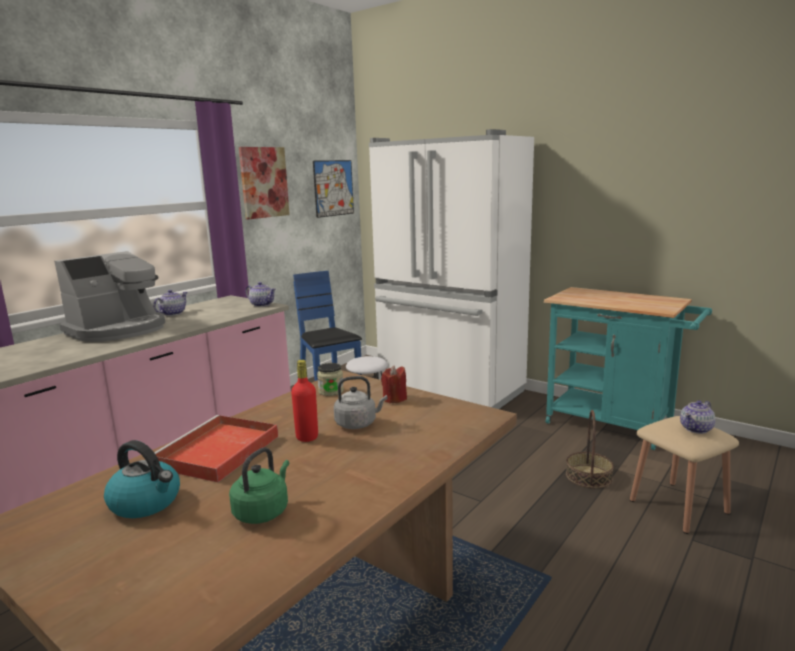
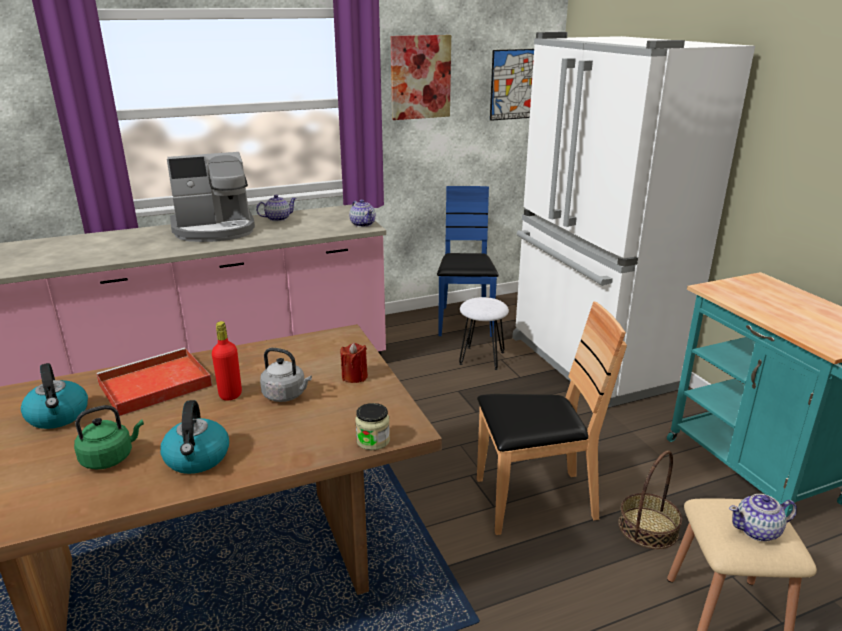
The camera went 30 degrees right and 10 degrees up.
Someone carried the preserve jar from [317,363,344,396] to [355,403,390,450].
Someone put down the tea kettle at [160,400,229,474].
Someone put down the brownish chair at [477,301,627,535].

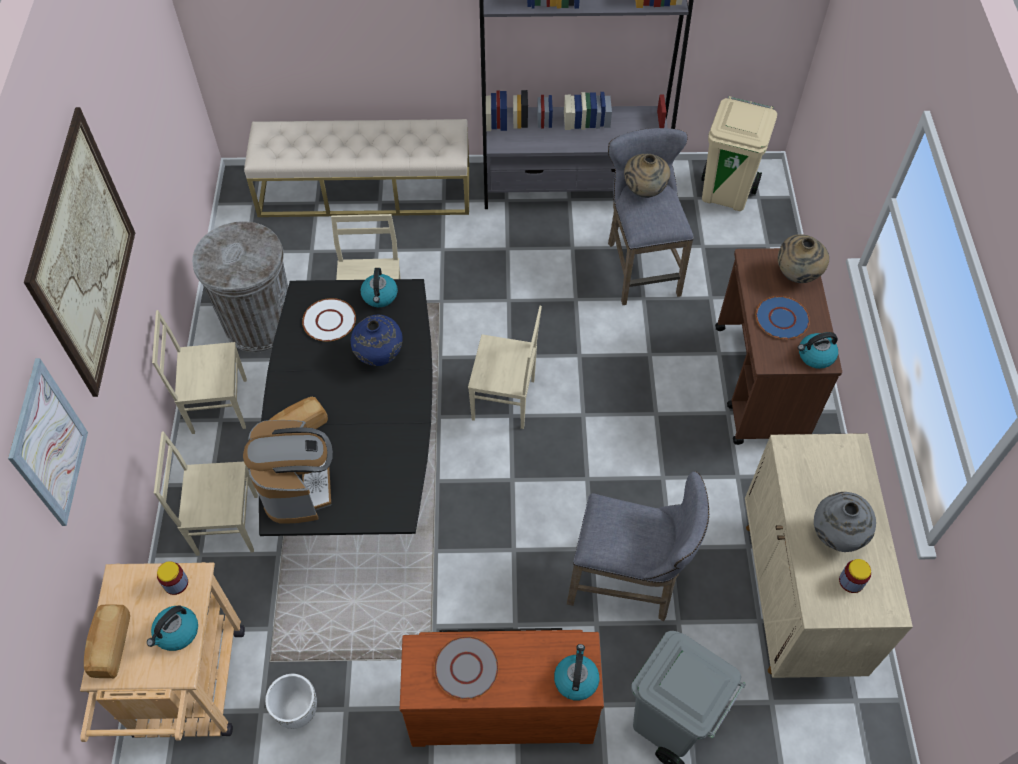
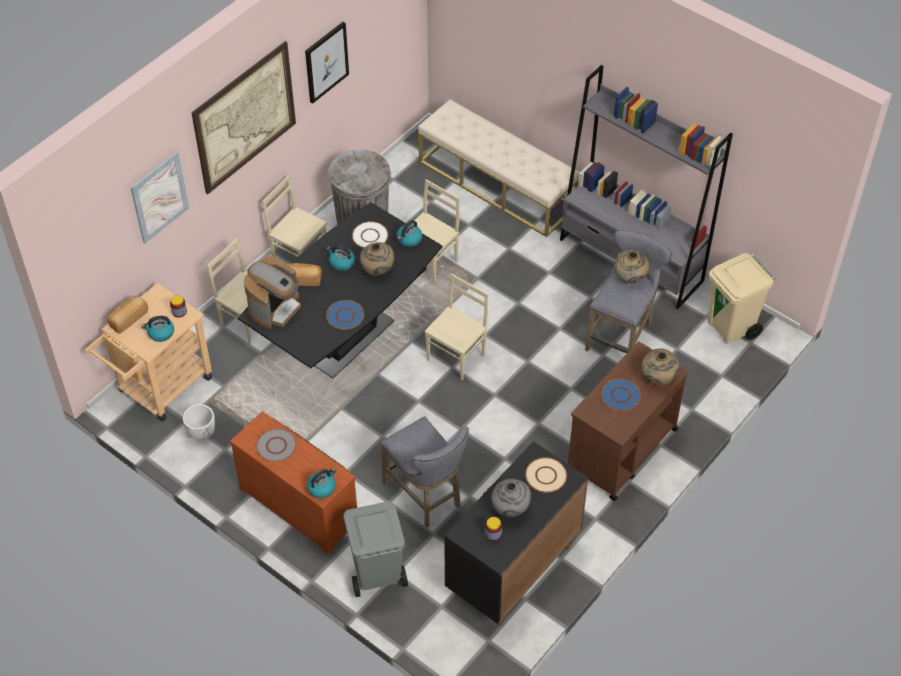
The camera went 40 degrees right and 5 degrees down.
Someone repainted the bluish decorative vase at [351,315,403,366], which became the sand-coloured decorative vase at [360,242,394,275].
Someone rotated the sand-coloured chair at [468,306,542,429] by 105 degrees counterclockwise.
Someone repainted the sand-coloured storage cabinet at [745,433,913,678], which became the blackish storage cabinet at [444,441,588,626].
Someone carried the tea kettle from [798,332,838,369] to [326,245,355,271].
Someone put up the wall picture at [305,22,349,104].
Someone put down the bluish plate at [326,300,364,330].
Someone put down the sand-coloured plate at [525,457,567,493].

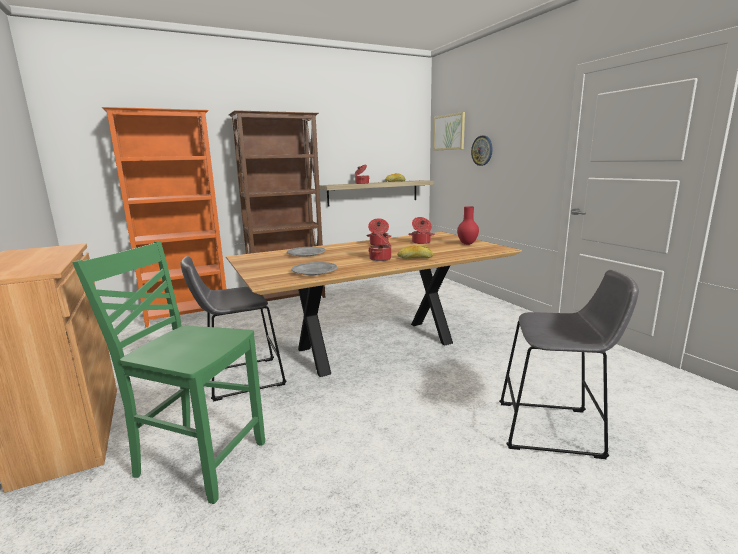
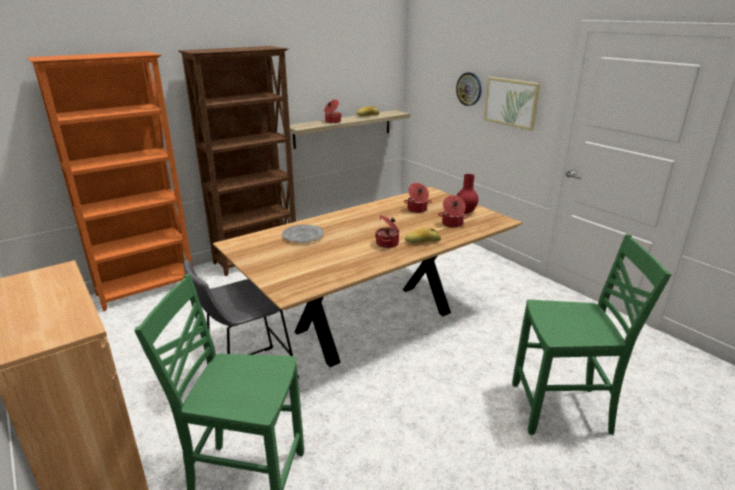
The camera went 10 degrees left and 10 degrees up.
Someone took away the greyish plate at [291,262,337,275].
Someone carried the stockpot from [366,218,392,245] to [438,195,469,228].
Someone carried the wall picture from [434,112,465,151] to [484,77,540,131].
Someone swapped the greyish stool seat at [499,270,639,459] for the greenish chair at [512,234,672,435].

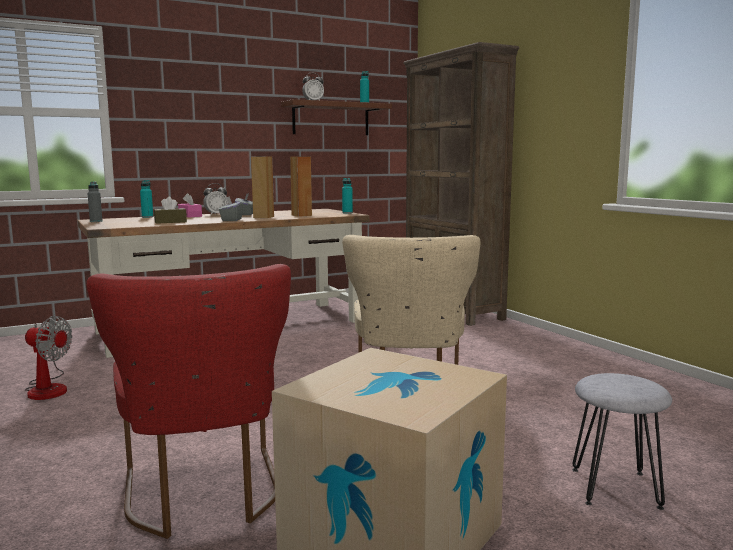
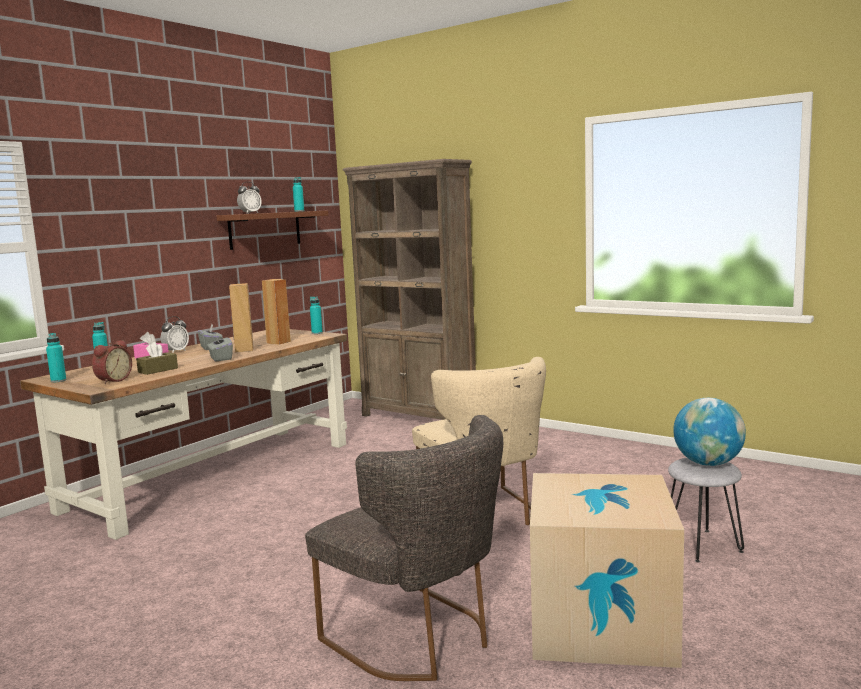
The camera went 25 degrees left and 0 degrees up.
Someone took away the electric fan at [25,316,72,400].
Someone repainted the reddish chair at [86,264,291,539], which became the greyish chair at [305,415,503,681].
Someone repainted the greyish bottle at [87,181,103,222], which became the turquoise bottle at [46,333,66,382].
Someone put down the bedside clock at [92,340,132,384].
Someone put down the world globe at [673,398,746,466].

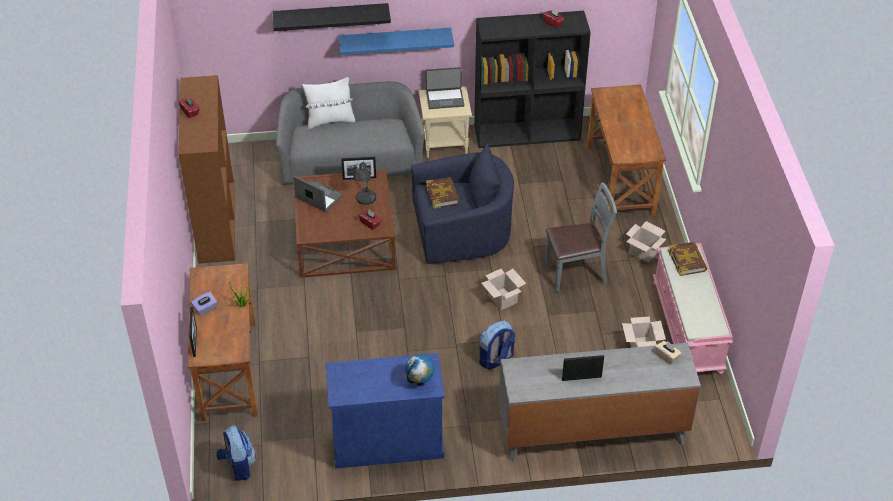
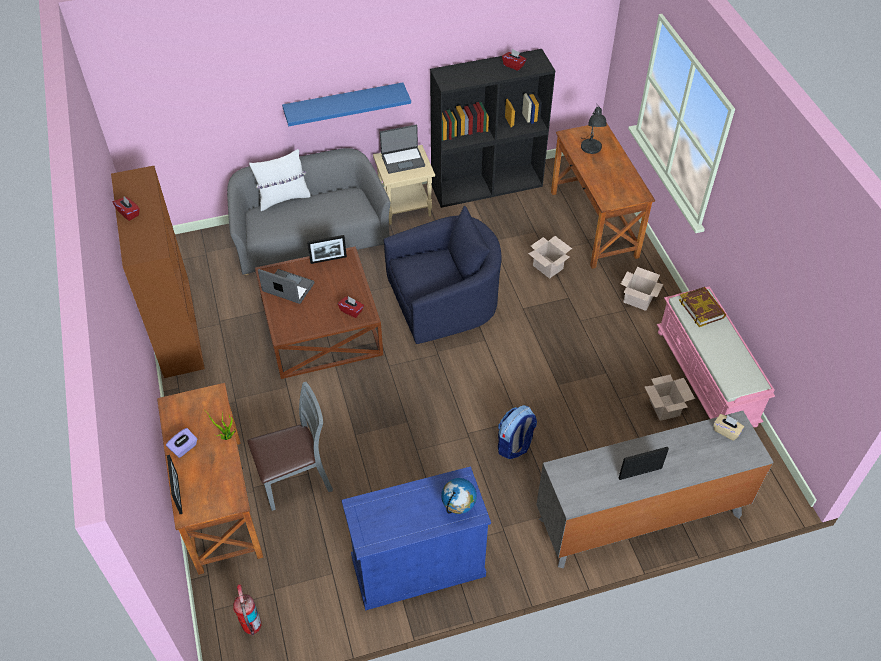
The camera went 10 degrees left and 5 degrees up.
Someone swapped the knapsack at [216,426,256,481] for the fire-fighting cylinder at [233,584,261,635].
Someone took away the blackish wall shelf at [273,3,391,31].
Someone carried the greyish tabletop lamp from [353,162,376,205] to [581,104,606,154].
Someone took away the book at [426,177,460,209].
Someone carried the packing box from [481,269,526,310] to [528,236,572,279].
Someone carried the greyish chair from [545,183,617,292] to [248,382,333,511].

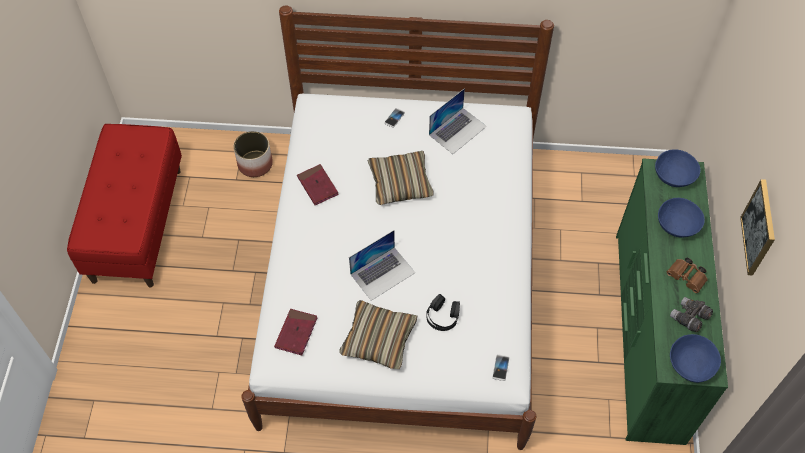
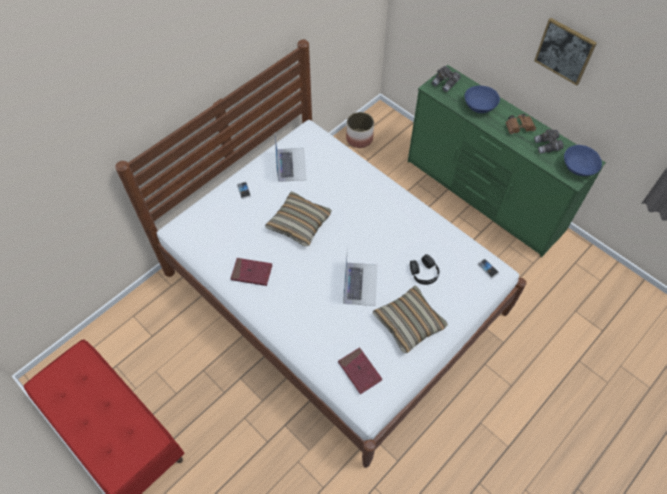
The camera went 50 degrees left and 0 degrees up.
Someone carried the planter from [234,131,273,177] to [346,112,374,148].
Someone swapped the bluish serving bowl at [655,149,700,187] for the greyish field glasses at [432,66,461,92].

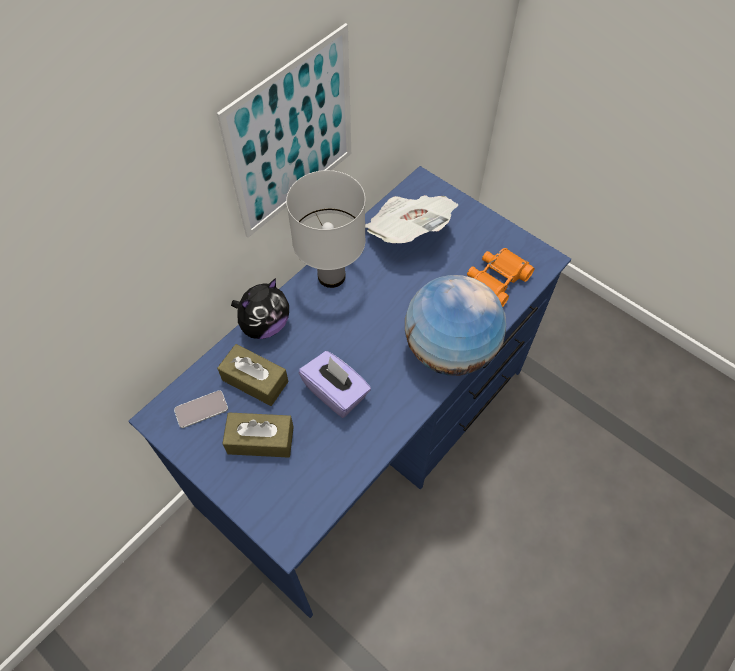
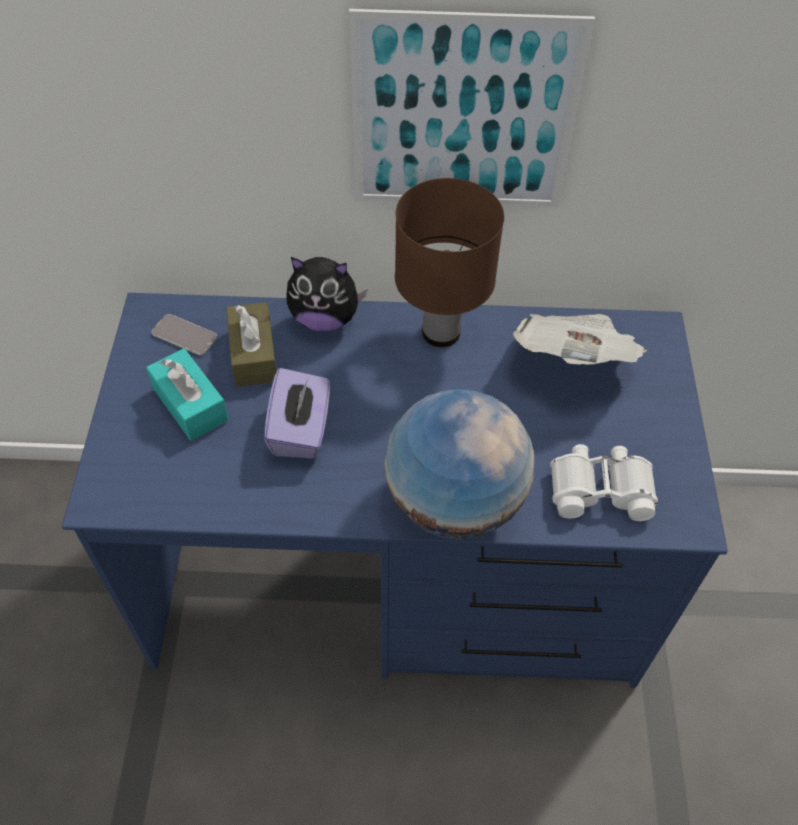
The camera went 50 degrees right and 5 degrees down.
Someone repainted the brownish tissue box at [222,412,294,458], which became the turquoise tissue box at [146,348,228,441].
Someone repainted the whitish tabletop lamp at [286,170,366,288], which became the brownish tabletop lamp at [395,178,504,347].
Someone repainted the orangey field glasses at [467,248,534,307], which became the whitish field glasses at [550,444,658,521].

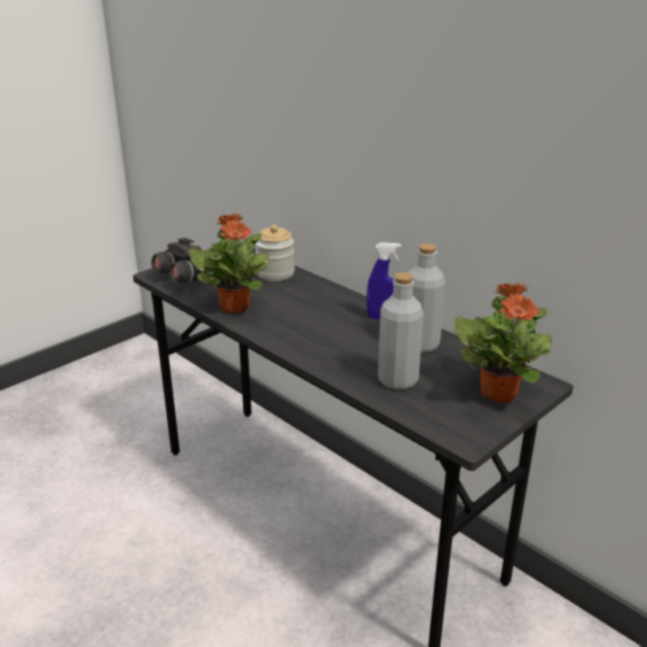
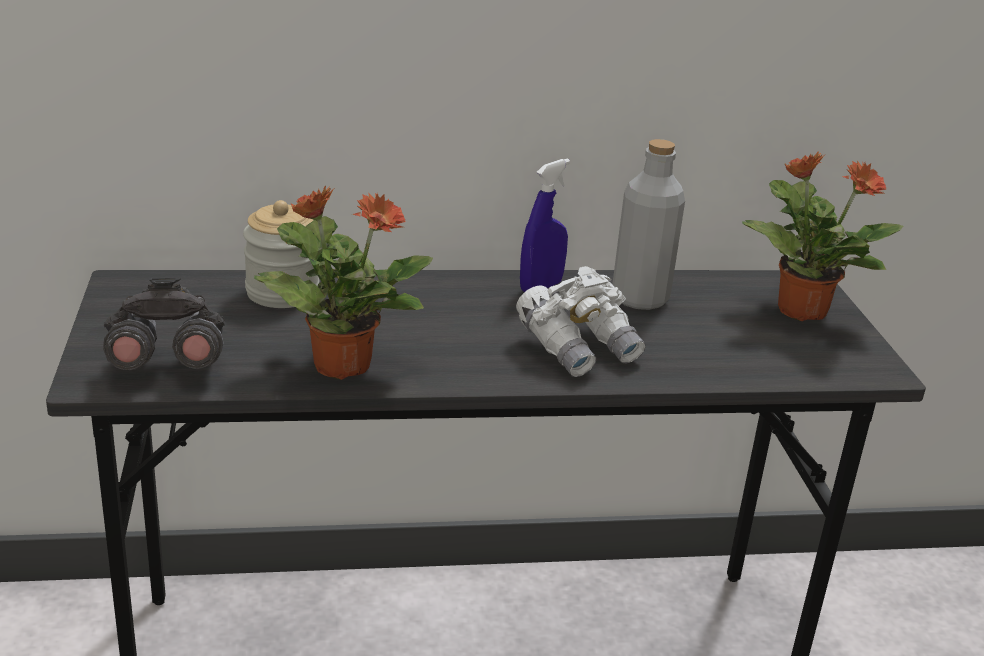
The camera went 55 degrees left and 0 degrees up.
Someone took away the greyish bottle at [378,272,423,390].
Someone put down the whitish field glasses at [516,266,646,377].

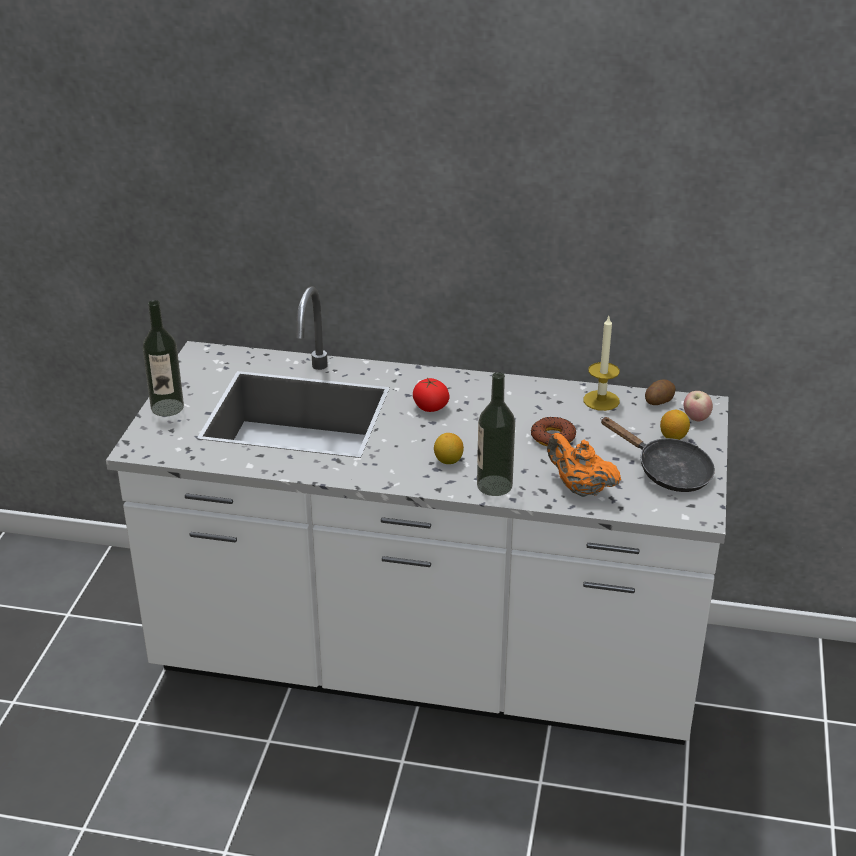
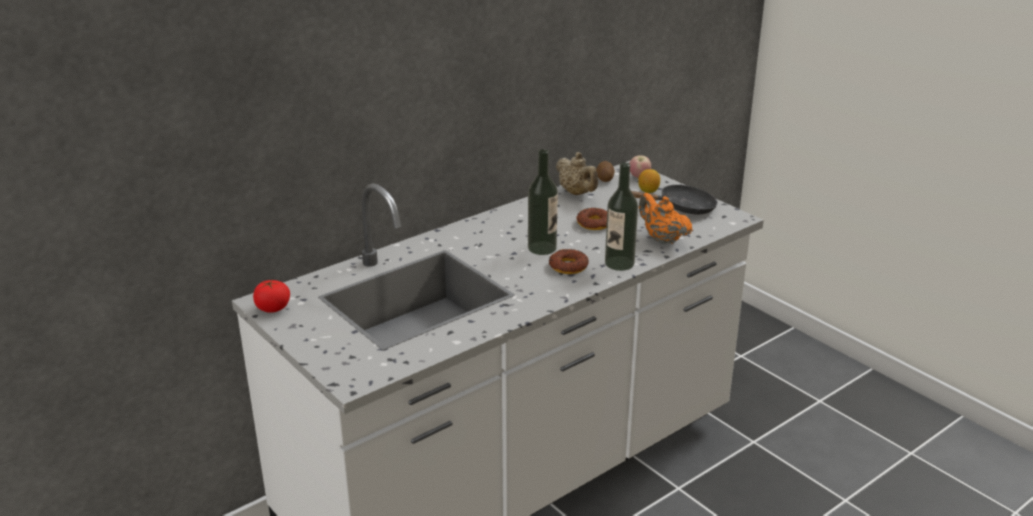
The camera went 50 degrees left and 5 degrees down.
Someone carried the bottle from [143,300,184,417] to [528,149,558,255].
Someone carried the tomato from [413,378,449,412] to [253,280,290,313].
Someone swapped the citrus fruit at [434,433,464,464] for the donut at [549,249,589,274].
Someone rotated the orangey tea pot at [547,433,621,497] by 60 degrees clockwise.
Someone swapped the wax candle at [583,316,620,411] for the sand-coloured tea pot at [556,152,598,195].

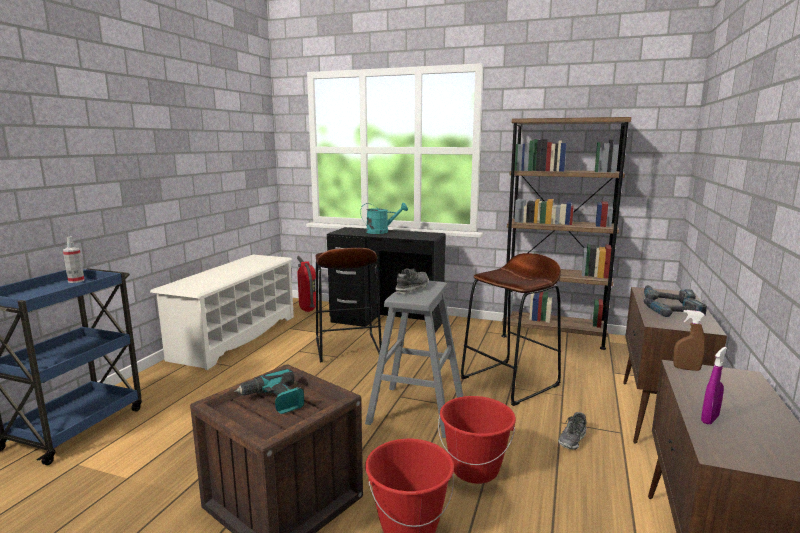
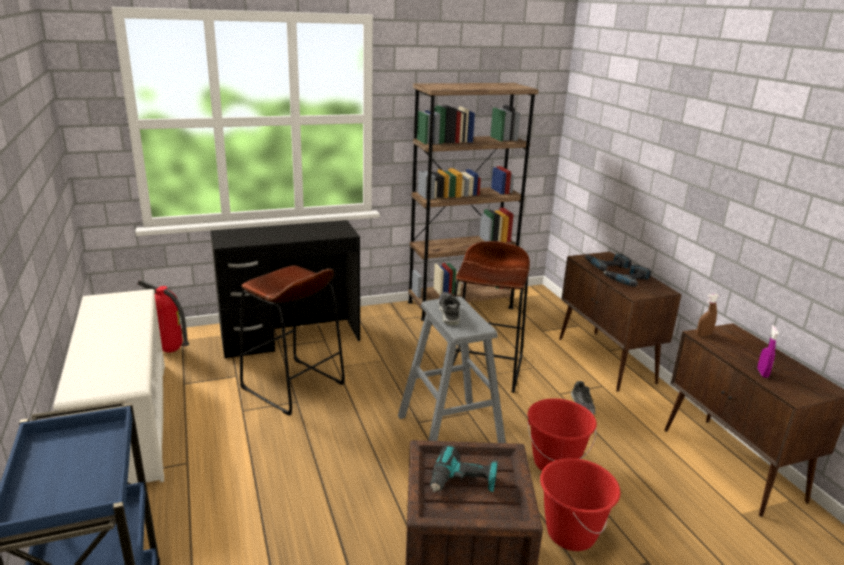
The camera went 40 degrees left and 10 degrees up.
Someone took away the spray bottle at [63,236,85,283].
Someone took away the turquoise sprinkling can at [360,203,408,234].

